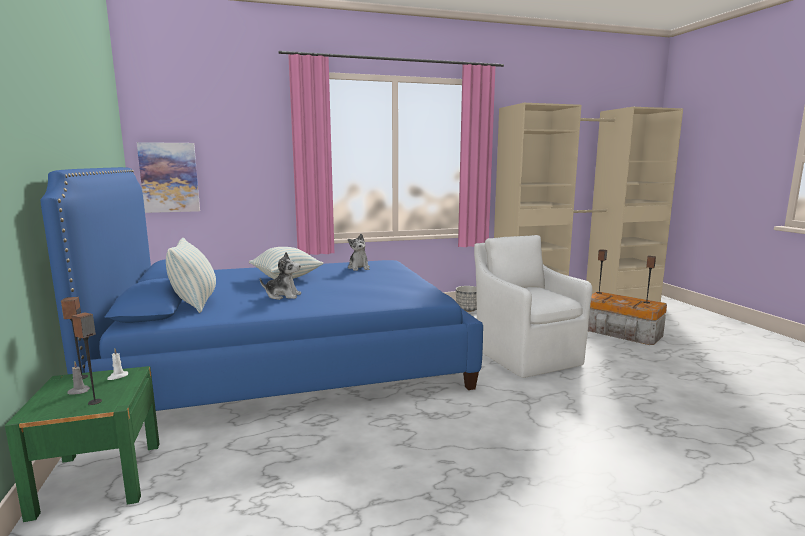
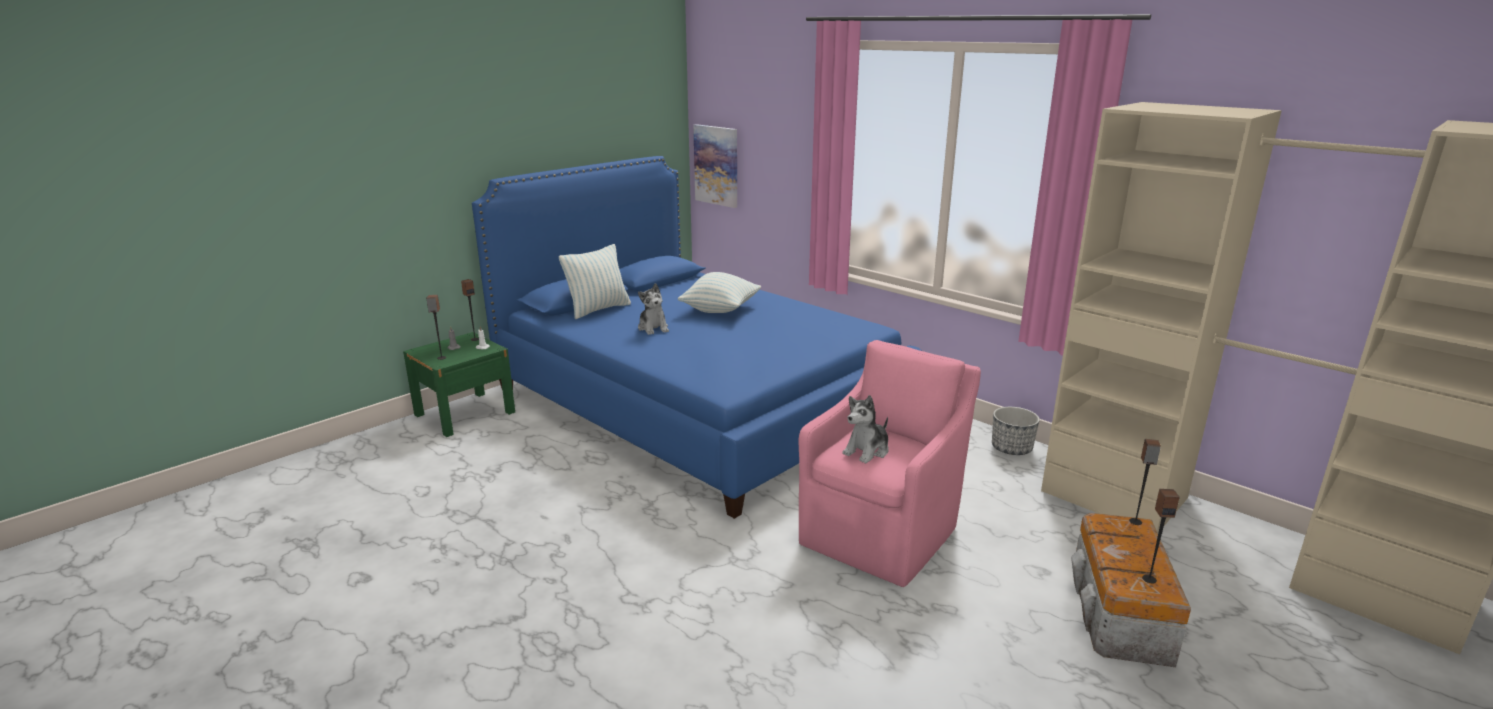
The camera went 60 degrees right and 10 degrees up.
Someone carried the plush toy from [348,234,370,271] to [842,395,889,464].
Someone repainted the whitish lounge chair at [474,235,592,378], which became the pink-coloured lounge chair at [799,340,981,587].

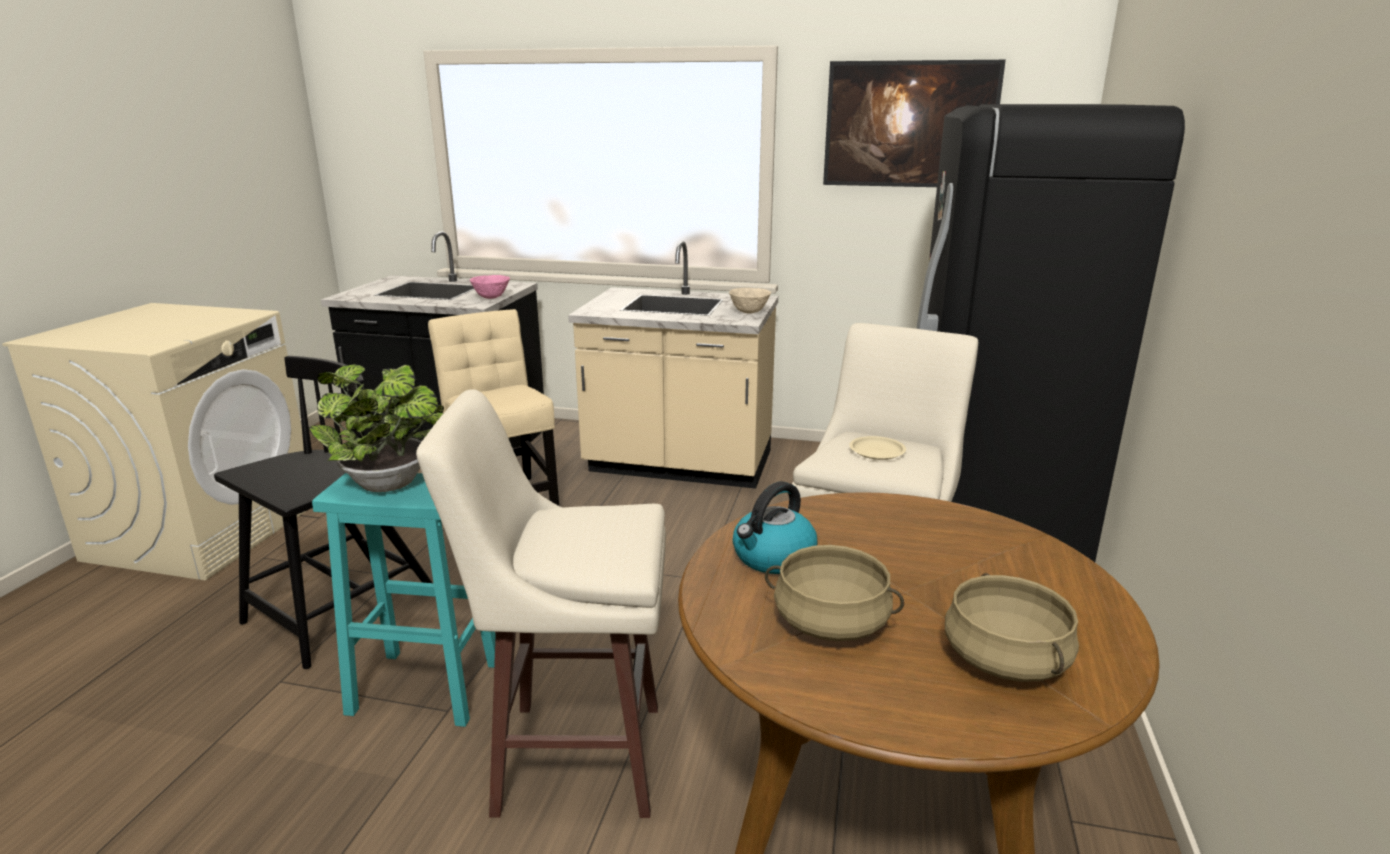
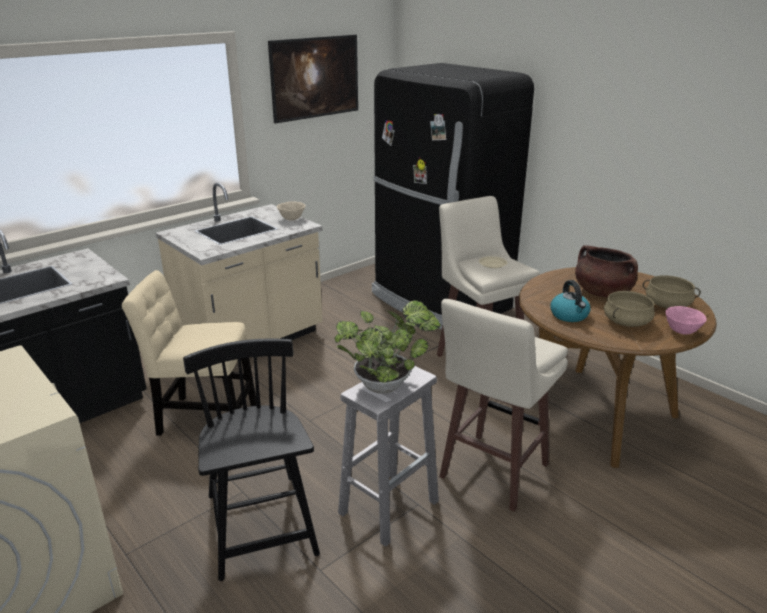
The camera went 55 degrees left and 5 degrees up.
Someone repainted the turquoise stool seat at [312,473,496,727], which became the whitish stool seat at [338,366,439,547].
Someone carried the pink-coloured serving bowl from [470,275,510,299] to [665,306,707,335].
Someone put down the brownish stockpot at [575,245,638,297].

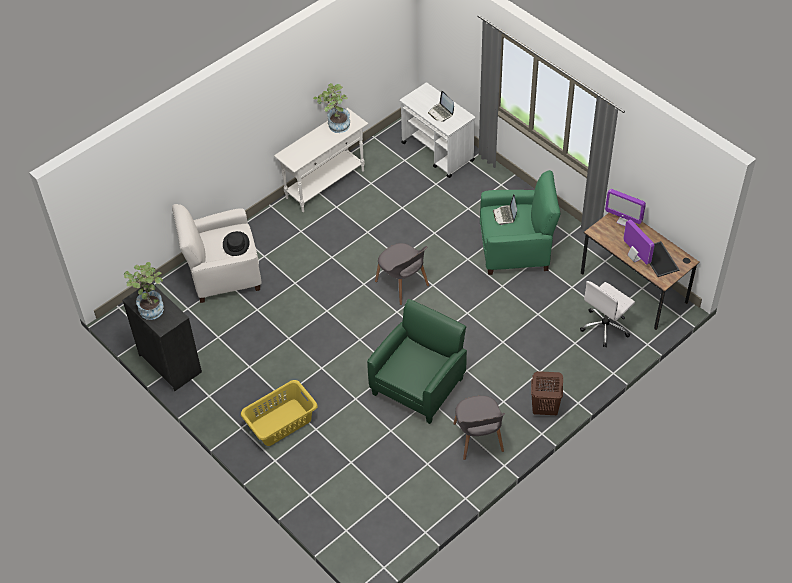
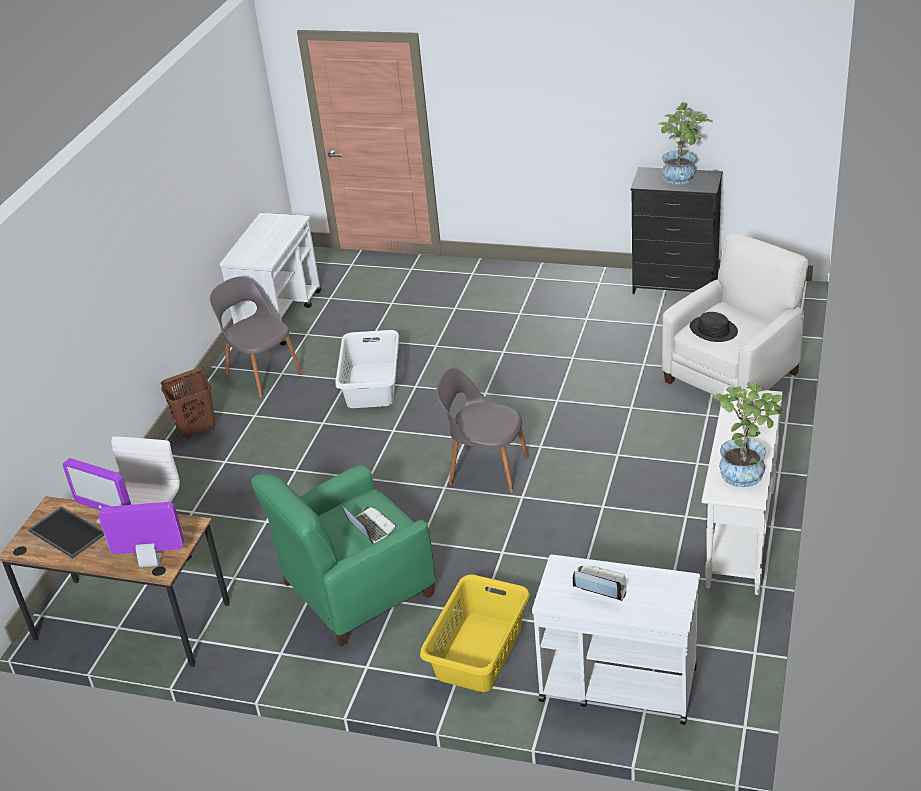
The camera went 150 degrees right and 15 degrees down.
Someone carried the yellowish hamper from [241,380,318,446] to [420,574,530,692].
Someone swapped the greenish lounge chair at [367,299,467,424] for the whitish hamper at [336,330,399,408].
Someone put down the whitish cart at [219,213,321,346].

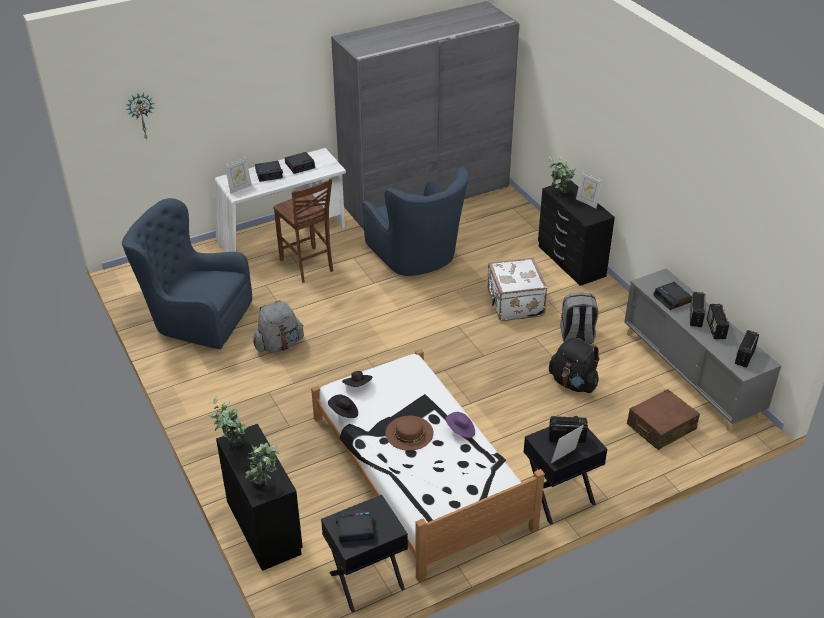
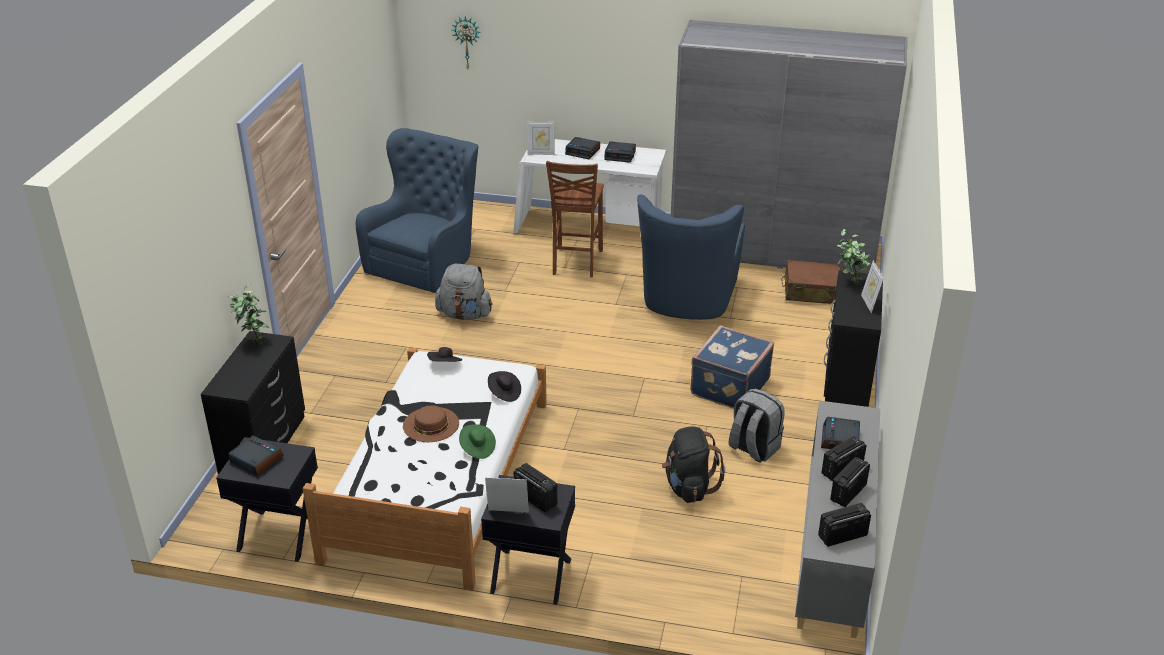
The camera went 40 degrees right and 5 degrees down.
Someone rotated the bluish lounge chair at [122,198,252,349] by 60 degrees clockwise.
Someone took away the houseplant at [245,443,279,486].
Someone carried the blackish wearable hat from [328,394,358,418] to [488,371,521,402].
Someone repainted the purple wearable hat at [445,412,475,438], which became the greenish wearable hat at [459,424,496,459].
Someone repainted the whitish travel case at [488,258,547,321], which became the bluish travel case at [690,325,774,409].
Someone carried the brownish travel case from [627,389,700,450] to [781,260,841,304].

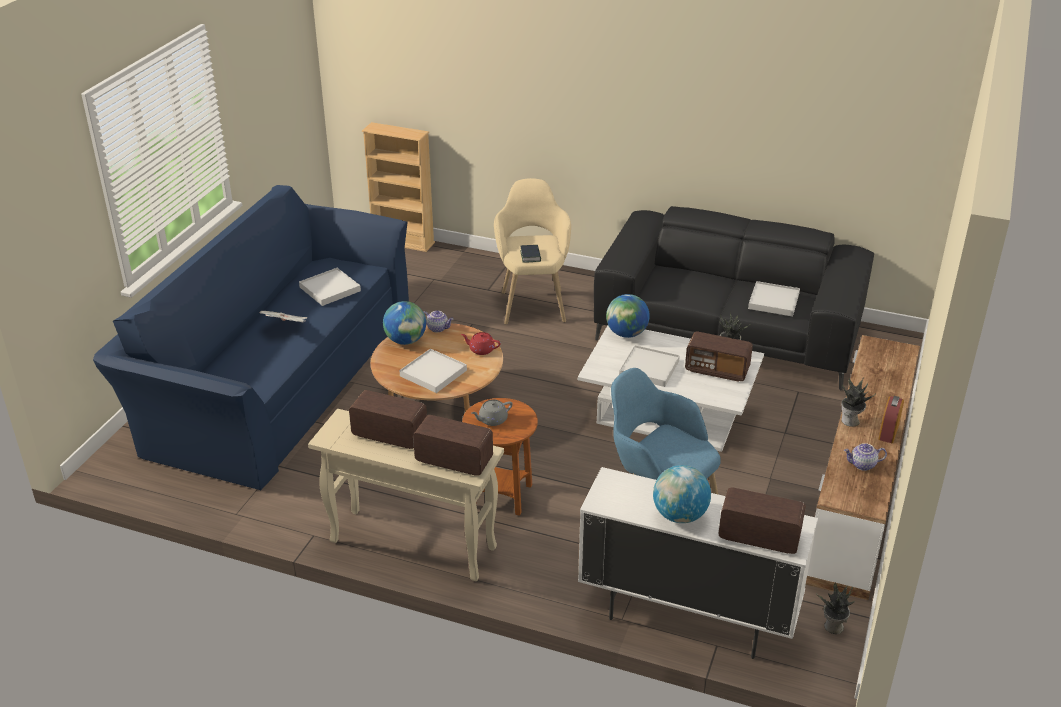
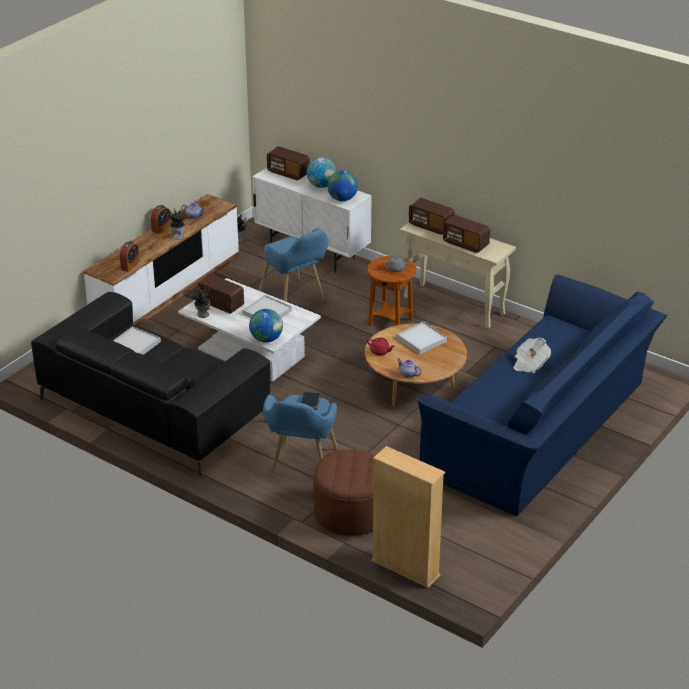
The camera went 165 degrees left and 0 degrees up.
Someone took away the whitish carrying tray at [299,268,361,306].
Someone carried the world globe from [383,301,426,345] to [327,170,358,201].
Someone repainted the sand-coloured lounge chair at [494,178,571,324], which became the bluish lounge chair at [263,395,338,476].
Someone put down the bedside clock at [120,241,140,272].
Someone put down the brownish ottoman at [314,450,376,536].

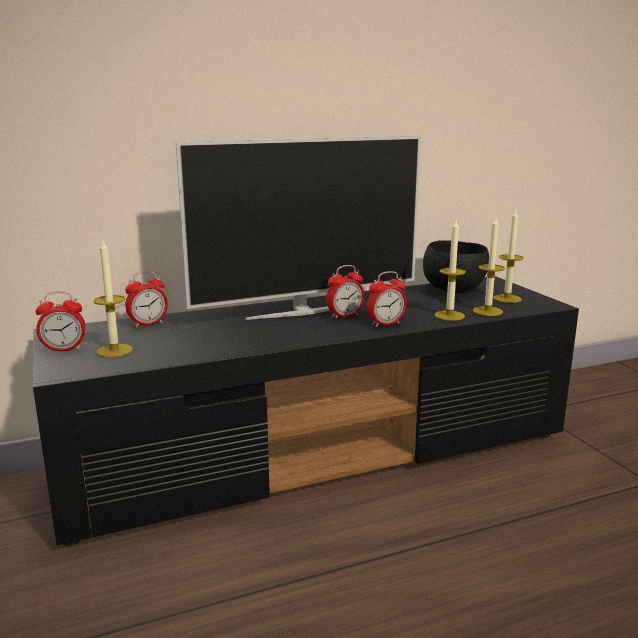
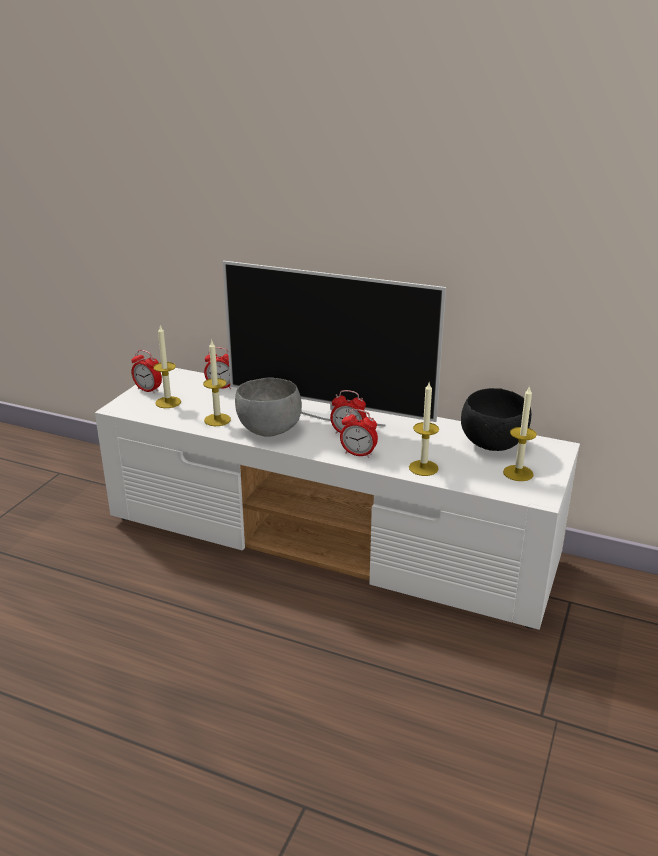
The camera went 45 degrees right and 10 degrees up.
Someone repainted the blackish media console at [33,276,579,546], which became the whitish media console at [95,368,580,630].
Someone carried the wax candle from [473,217,505,316] to [203,341,231,426].
Someone put down the greyish serving bowl at [235,377,302,437].

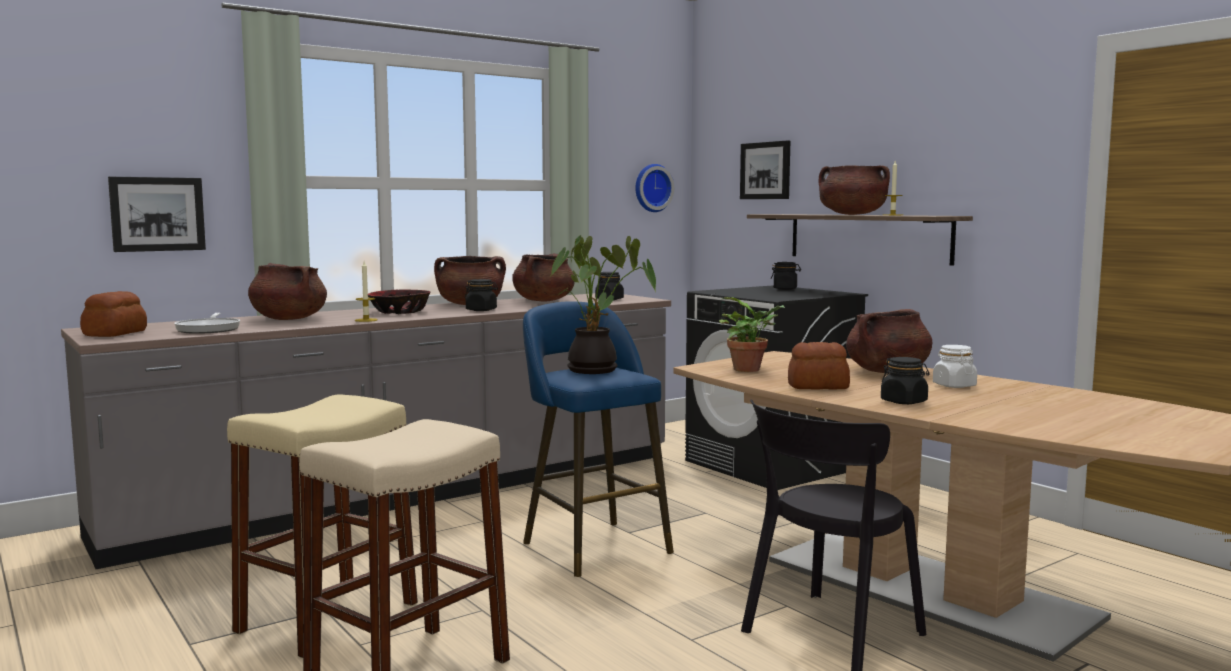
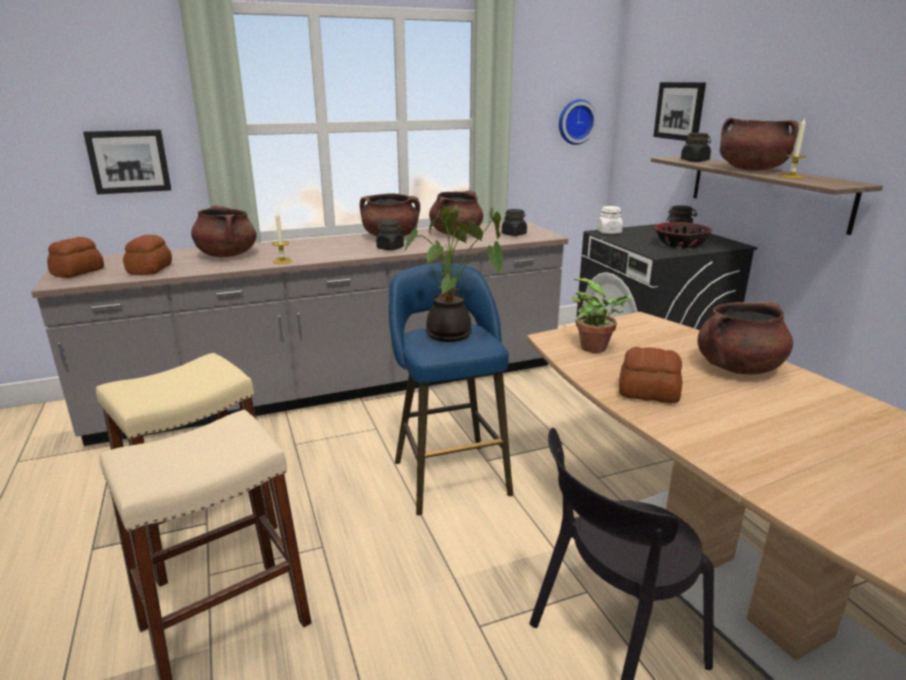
The camera went 15 degrees right and 15 degrees up.
Someone swapped the pan at [174,313,240,334] for the baked bread at [123,235,172,275].
Someone carried the serving bowl from [368,290,430,314] to [655,222,712,248].
Someone carried the blackish preserve jar from [881,357,929,404] to [681,133,711,162].
Someone carried the whitish preserve jar from [933,345,977,388] to [597,206,623,234].

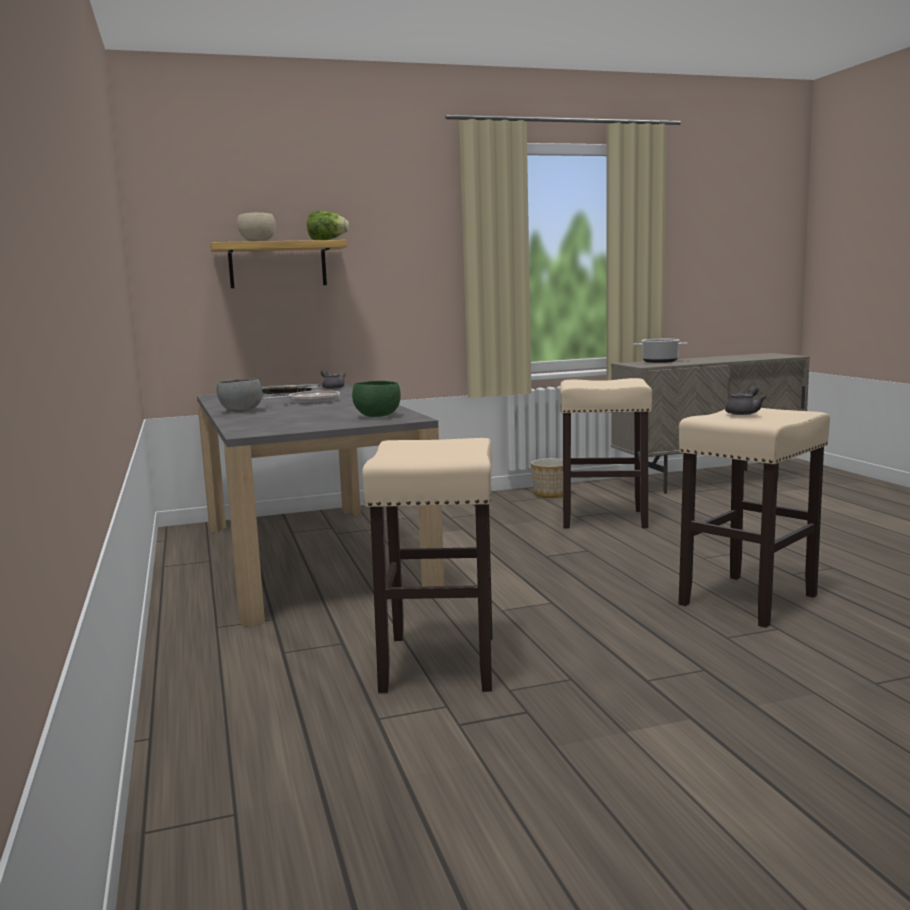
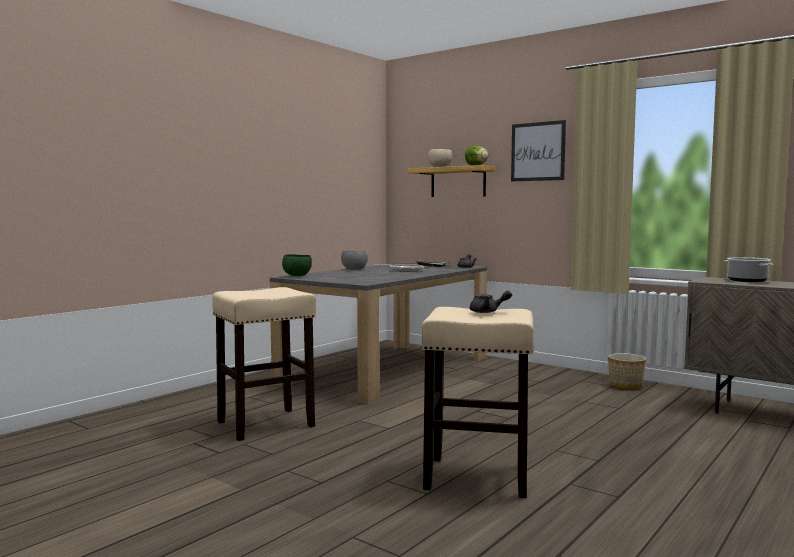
The camera went 55 degrees right and 5 degrees down.
Someone carried the greenish serving bowl from [352,381,401,417] to [282,254,312,276].
Someone took away the sand-coloured stool seat at [560,378,652,528].
Someone put up the wall picture at [511,120,566,181].

